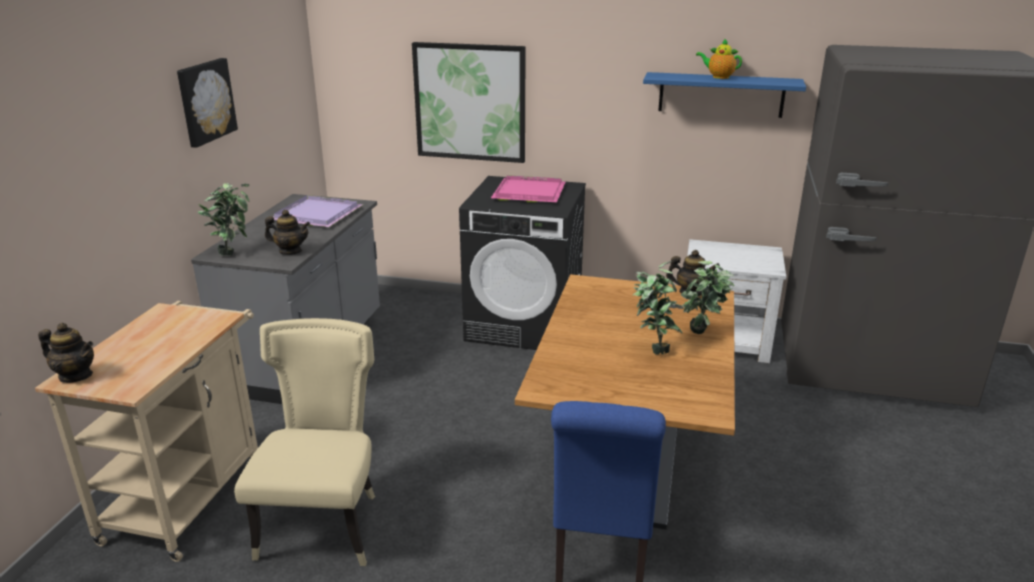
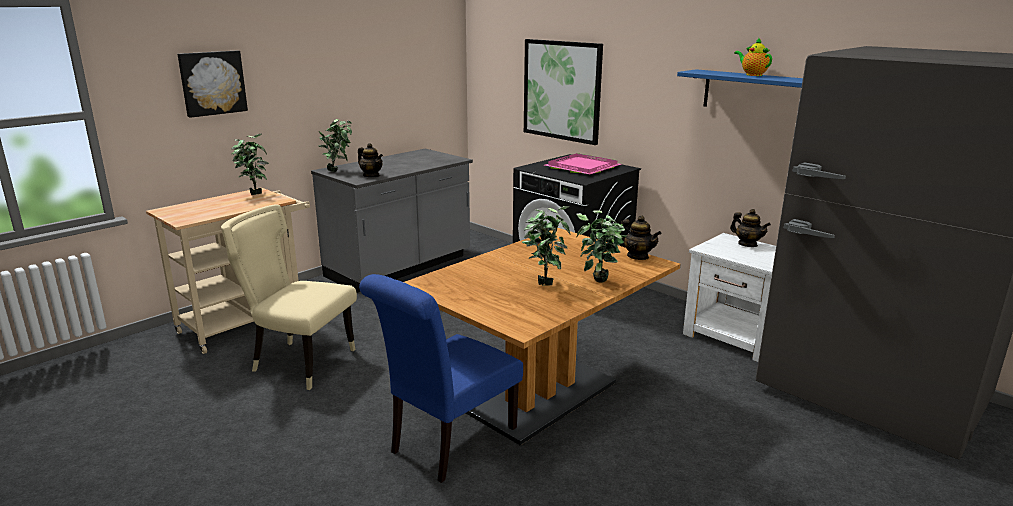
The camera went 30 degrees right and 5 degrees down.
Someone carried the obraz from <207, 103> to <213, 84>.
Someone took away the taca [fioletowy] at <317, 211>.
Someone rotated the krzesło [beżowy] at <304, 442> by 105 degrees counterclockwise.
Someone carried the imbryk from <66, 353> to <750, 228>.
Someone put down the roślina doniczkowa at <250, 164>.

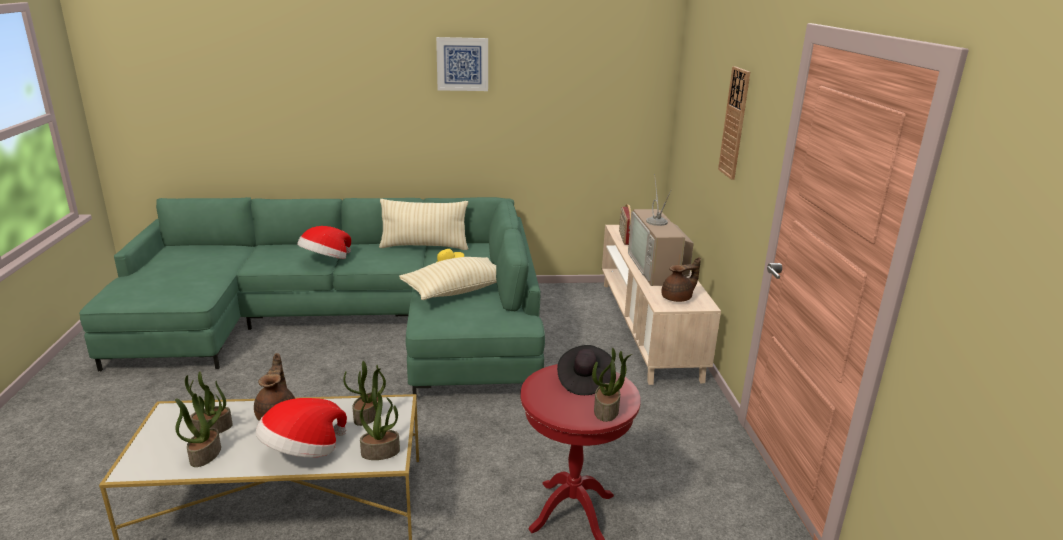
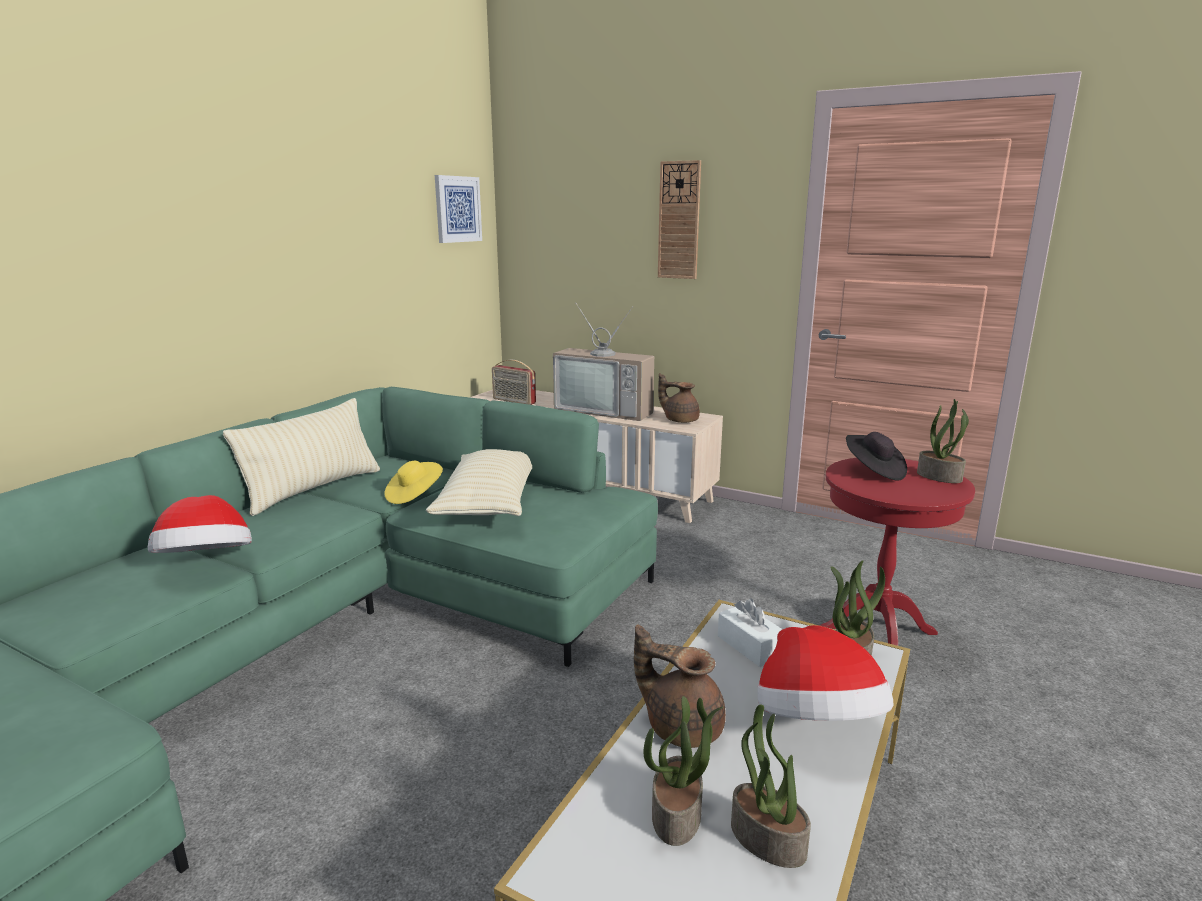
The camera went 55 degrees left and 5 degrees down.
Someone carried the obraz from <462, 64> to <458, 209>.
Someone rotated the imbryk [brązowy] at <681, 279> by 75 degrees counterclockwise.
Someone swapped the roślina doniczkowa at <364, 393> for the pudełko chusteczek [biały] at <750, 632>.

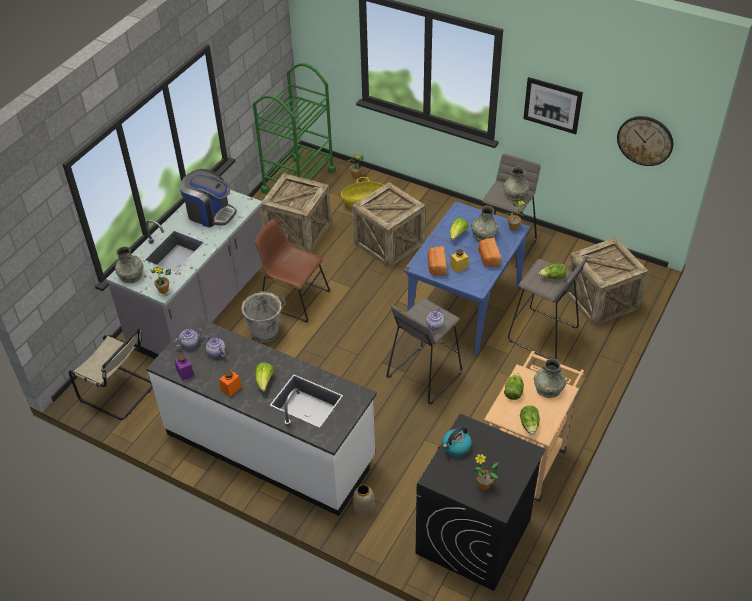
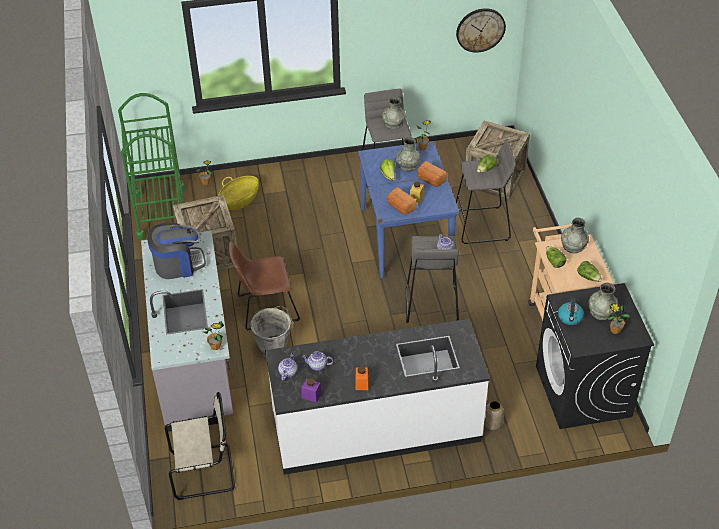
The camera went 40 degrees left and 0 degrees up.
Someone took away the obraz at <553, 105>.
Someone took away the skrzynka at <388, 225>.
Someone carried the wazon [szary] from <129, 264> to <603, 301>.
Someone took away the sałata at <264, 377>.

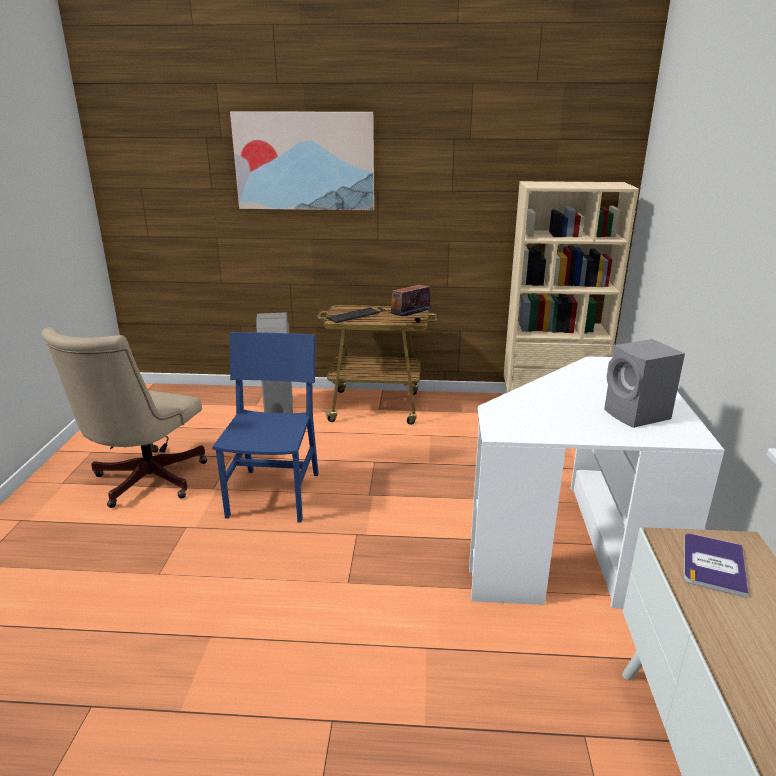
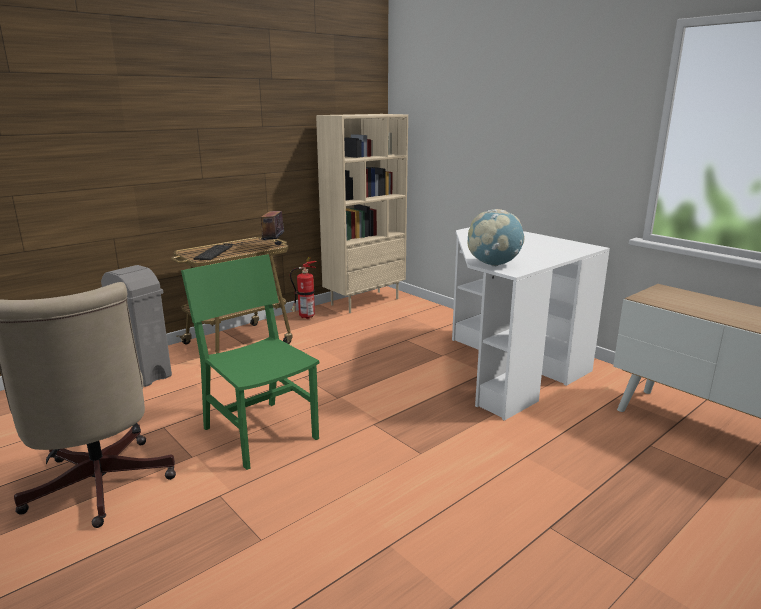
The camera went 45 degrees left and 5 degrees down.
Someone took away the obraz at <302, 161>.
Someone repainted the krzesło [niebieski] at <265, 427>, which became the krzesło [zielony] at <250, 362>.
Someone took away the głośnik [szary] at <644, 383>.
Someone took away the książka at <716, 566>.
Someone put down the globus at <496, 237>.
Someone put down the gaśnica at <303, 288>.

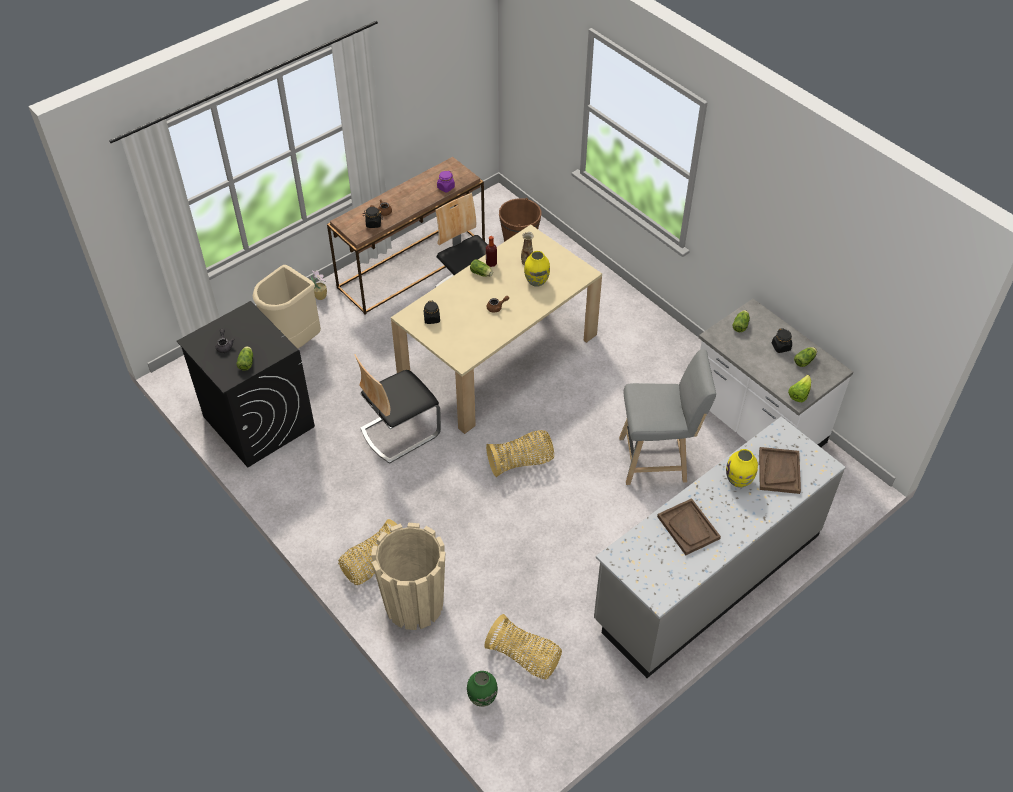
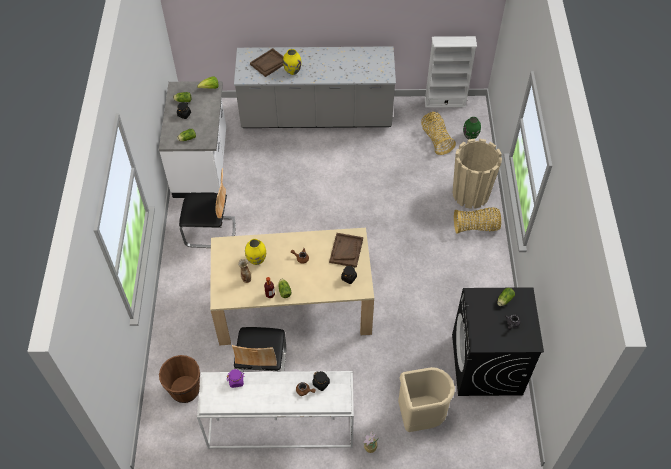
The camera went 140 degrees left and 5 degrees up.
Someone repainted the stolik konsolowy [brązowy] at <406, 235>, which became the stolik konsolowy [biały] at <275, 410>.
Someone took away the stołek [szary] at <667, 417>.
Someone carried the krzesło from <398, 409> to <207, 208>.
Someone took away the koszyk at <520, 453>.
Someone carried the taca [brązowy] from <689, 526> to <346, 250>.
Someone put down the regał [biały] at <451, 72>.

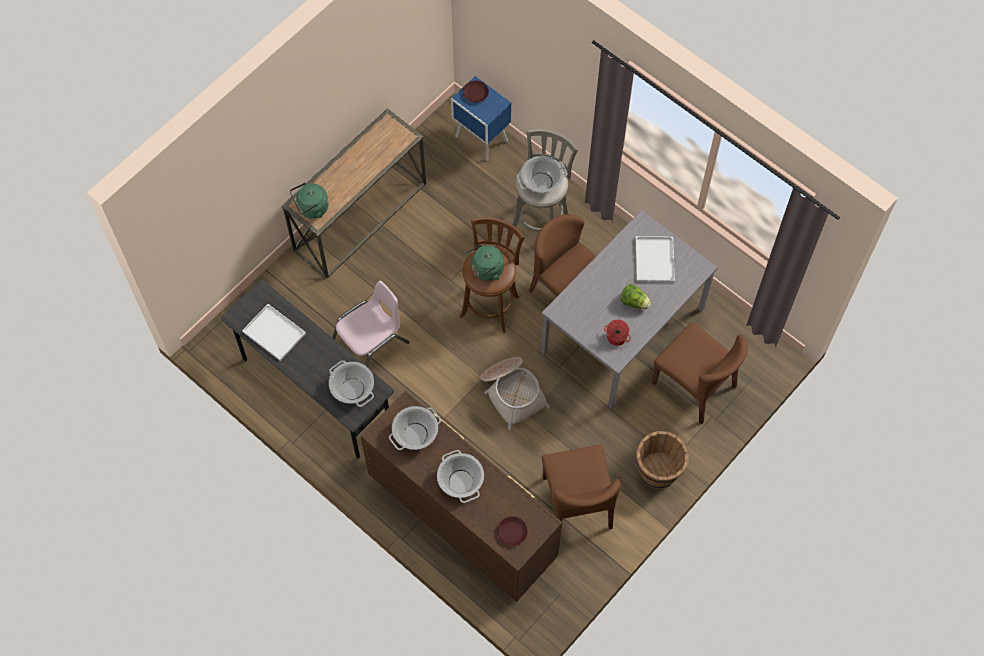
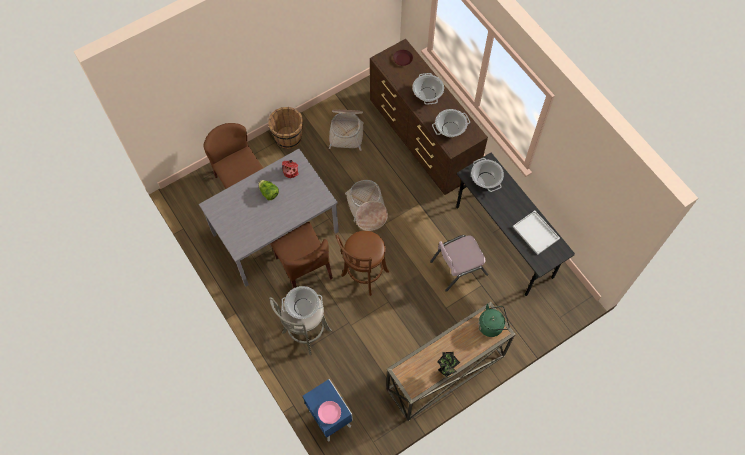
The camera went 165 degrees left and 0 degrees up.
Someone repainted the talerz [brązowy] at <476, 92>, which became the talerz [różowy] at <329, 412>.
Someone took away the taca [biały] at <655, 259>.
Someone took away the czajnik [zielony] at <485, 262>.
Someone swapped the krzesło [brązowy] at <581, 487> for the koszyk at <346, 130>.
Someone put down the roślina doniczkowa at <448, 365>.

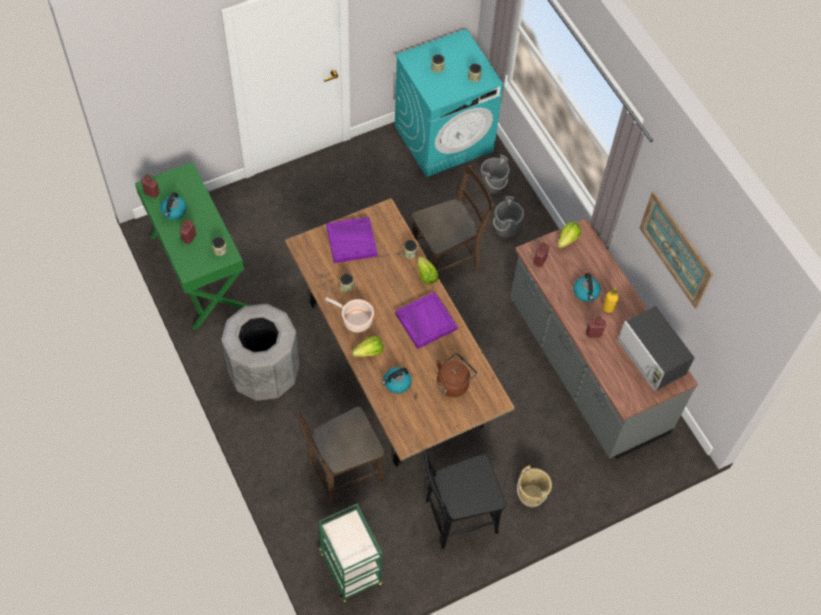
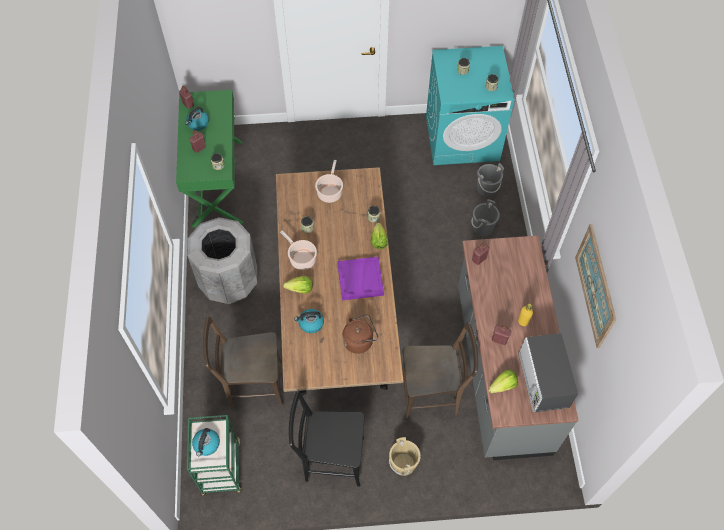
The camera went 25 degrees right and 0 degrees up.
Someone carried the krzesło [brązowy] from <453, 219> to <440, 371>.
Someone swapped the taca [fioletowy] at <352, 240> for the garnek at <329, 181>.
Someone carried the sałata from <569, 235> to <503, 381>.
Someone carried the czajnik from <587, 287> to <206, 442>.

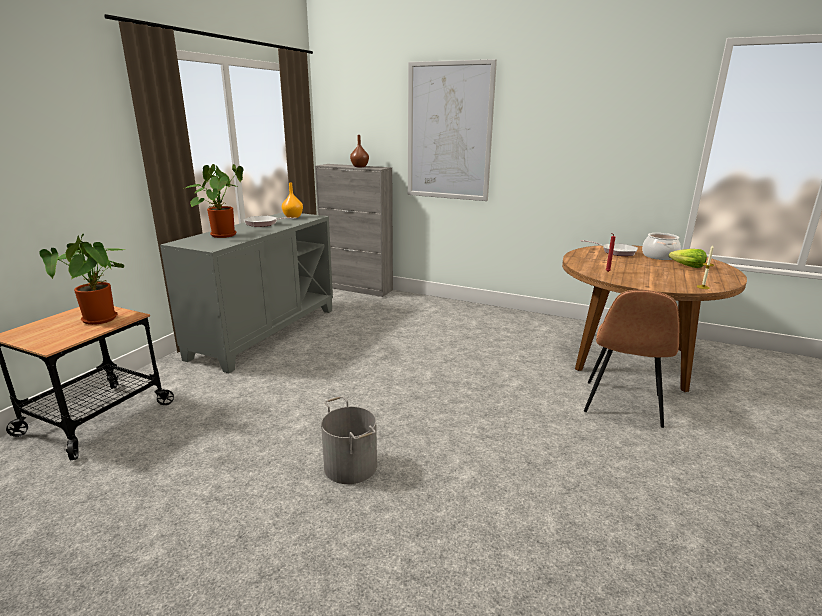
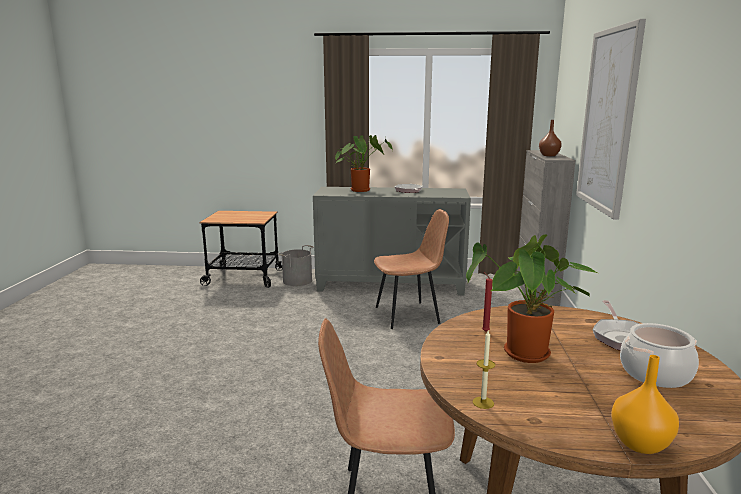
The camera went 70 degrees right and 5 degrees down.
Someone carried the wazon [pomarańczowy] from <292, 200> to <645, 404>.
Someone carried the roślina doniczkowa from <81, 279> to <531, 298>.
Someone took away the sałata at <688, 258>.
Someone carried the wiadro [szary] from <349, 440> to <296, 265>.
Someone put down the krzesło [brązowy] at <411, 269>.

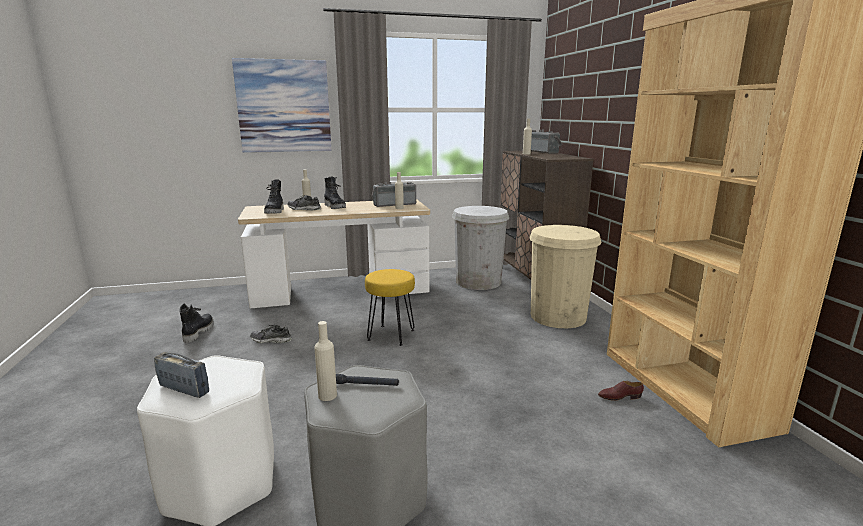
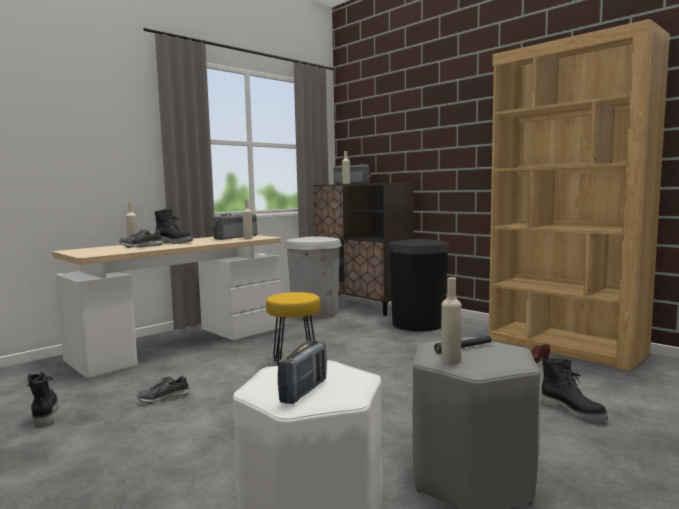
The camera went 30 degrees left and 10 degrees down.
Someone took away the obraz at <282, 105>.
Someone carried the but z cholewką [czarny] from <274, 196> to <574, 389>.
Someone repainted the kosz na śmieci [beżowy] at <565, 276>, which became the kosz na śmieci [czarny] at <418, 285>.
Someone rotated the radio at <181, 375> by 120 degrees clockwise.

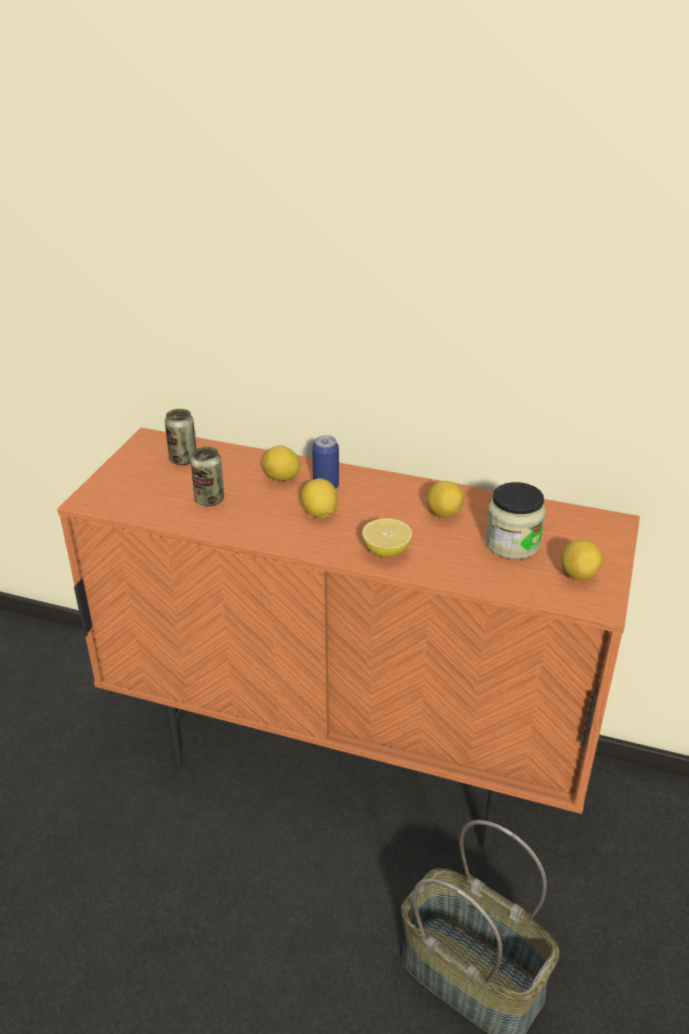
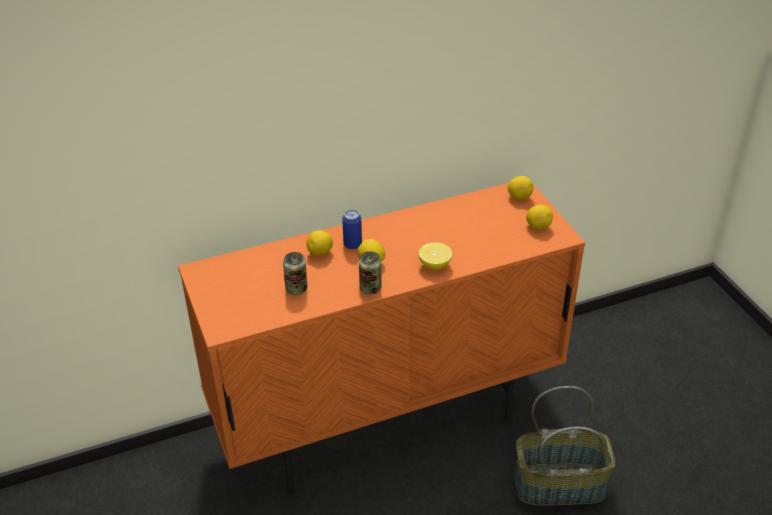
The camera went 40 degrees left and 5 degrees up.
Someone carried the puszka from <180, 437> to <370, 272>.
Someone carried the cytryna from <445, 499> to <520, 188>.
Someone took away the słoik at <515, 520>.

